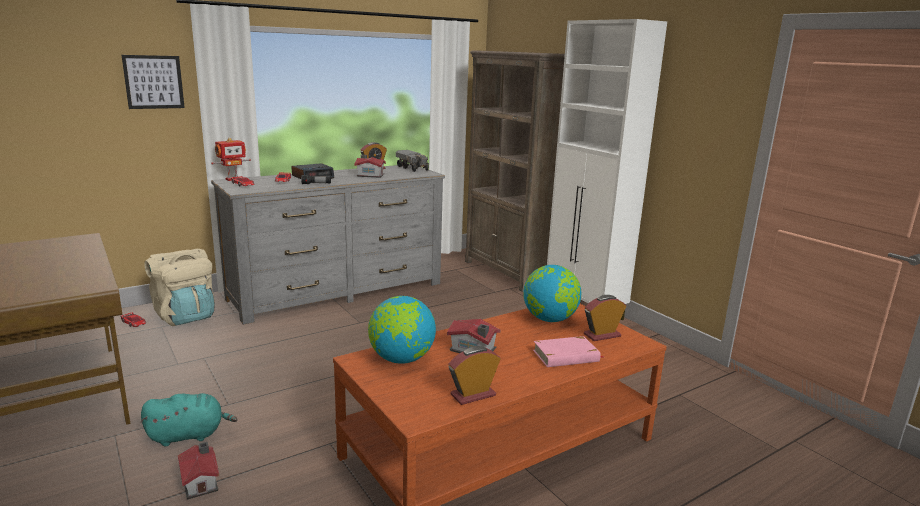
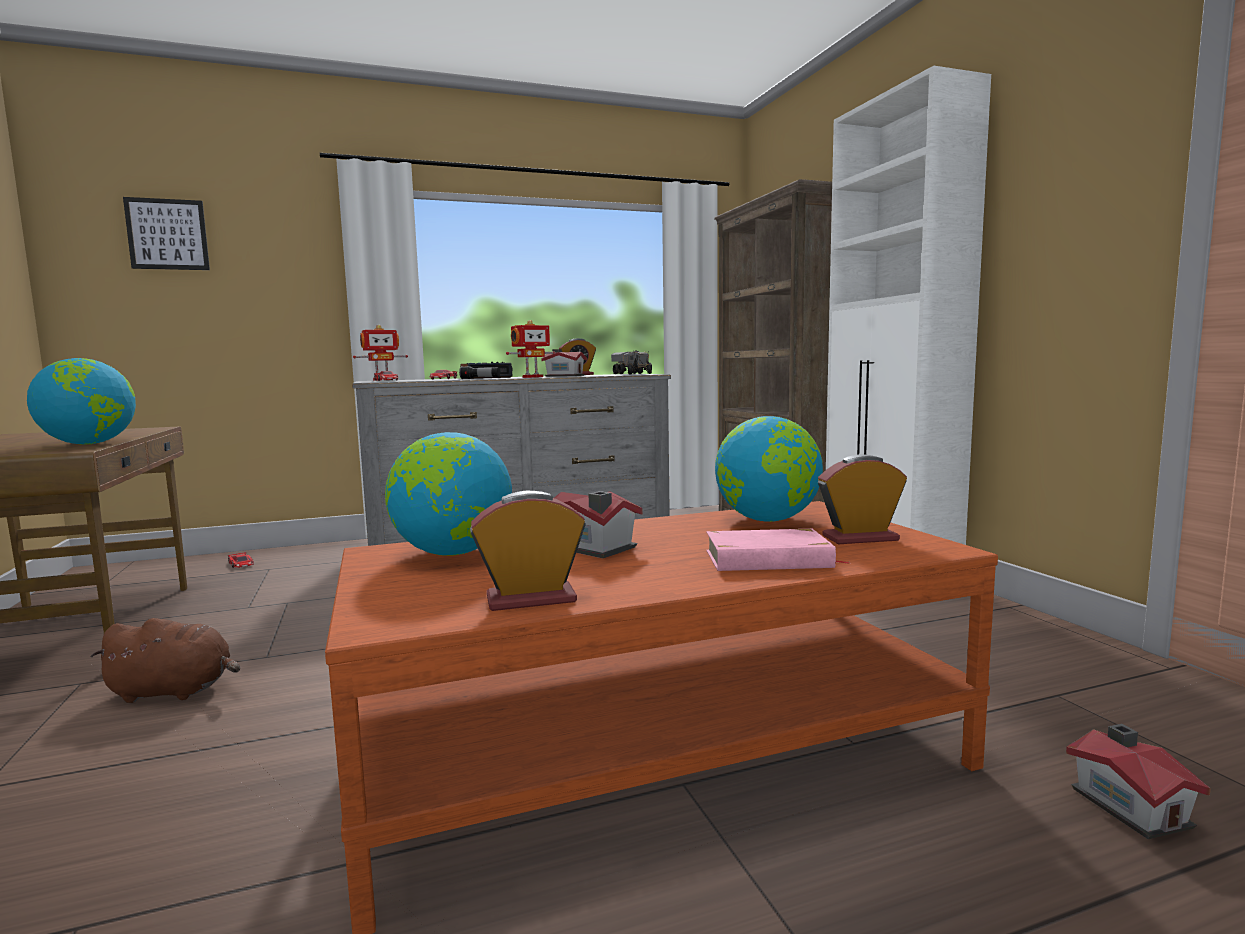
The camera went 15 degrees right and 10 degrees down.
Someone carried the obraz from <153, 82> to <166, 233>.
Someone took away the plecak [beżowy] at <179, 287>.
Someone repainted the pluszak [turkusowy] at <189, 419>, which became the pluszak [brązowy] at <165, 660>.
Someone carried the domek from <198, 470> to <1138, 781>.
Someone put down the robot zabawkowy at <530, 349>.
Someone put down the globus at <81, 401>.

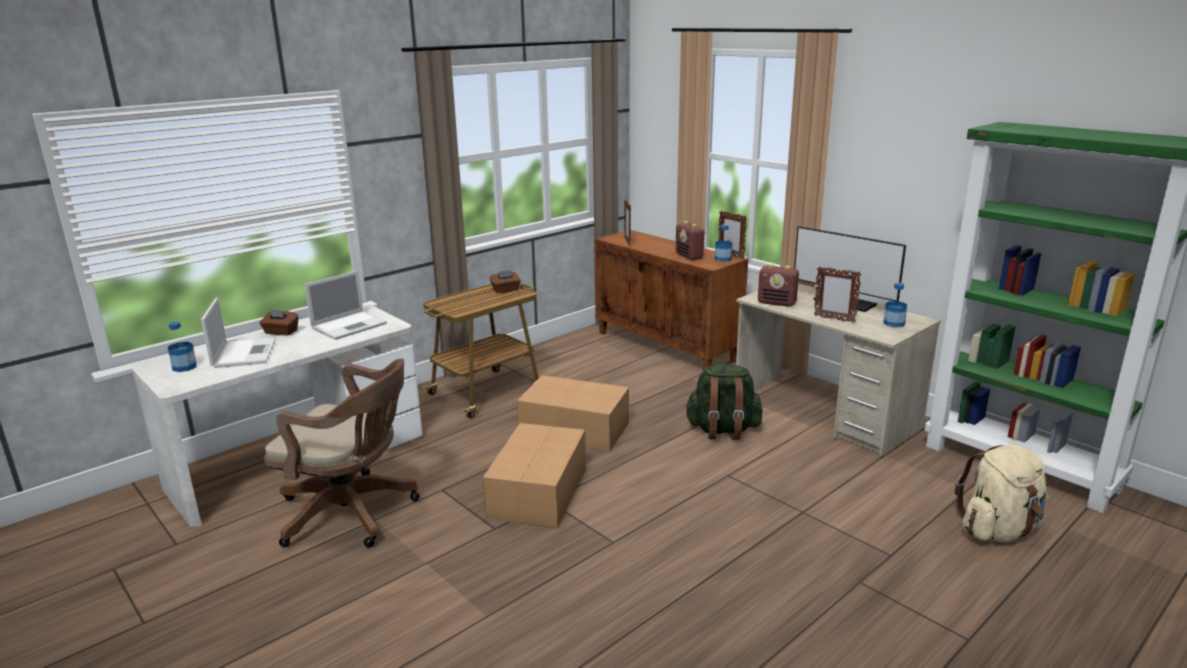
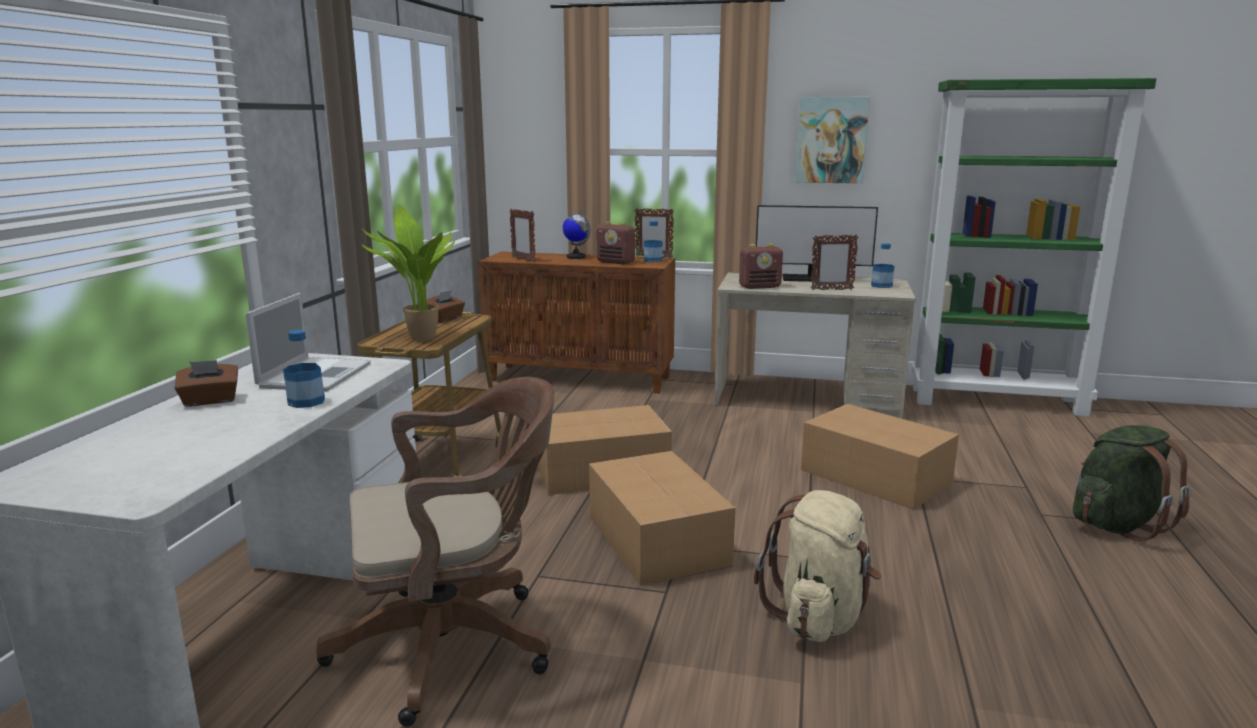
The camera went 35 degrees left and 5 degrees down.
Someone took away the laptop at <238, 333>.
Someone carried the butelka from <182, 347> to <304, 369>.
Someone carried the plecak [zielony] from <723, 402> to <1131, 483>.
Someone carried the plecak [beżowy] from <1000, 493> to <818, 566>.
Someone put up the obraz at <832, 140>.
Someone put down the roślina doniczkowa at <408, 273>.
Someone put down the globus at <576, 235>.
Someone put down the karton at <880, 457>.

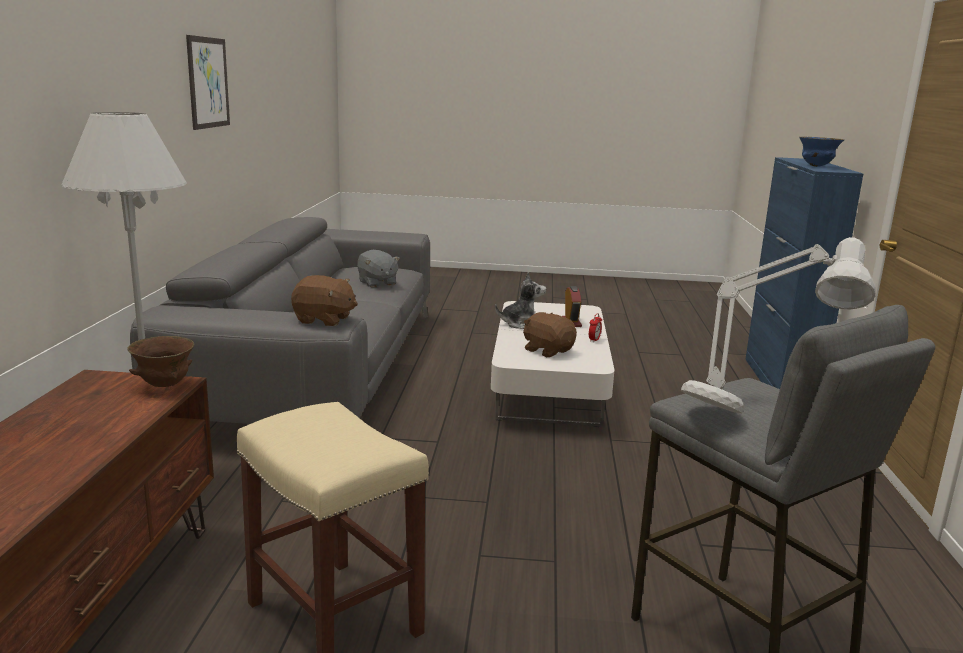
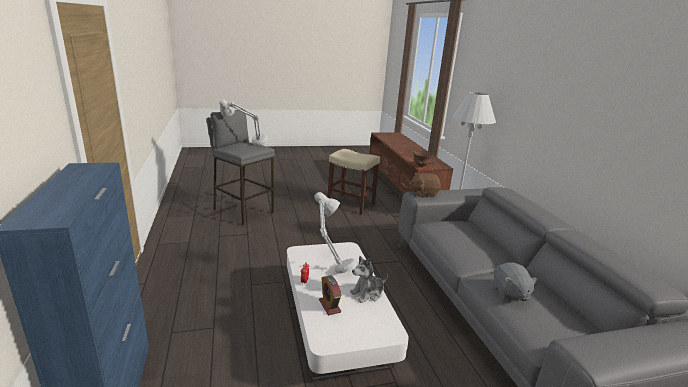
The camera went 160 degrees right and 5 degrees up.
Someone took away the obraz at <208, 82>.
Someone took away the miska [niebieski] at <821, 152>.
Someone rotated the pluszak [szary] at <378, 268> by 135 degrees counterclockwise.
Someone swapped the pluszak [brązowy] at <550, 334> for the lampa stołowa [szary] at <336, 233>.

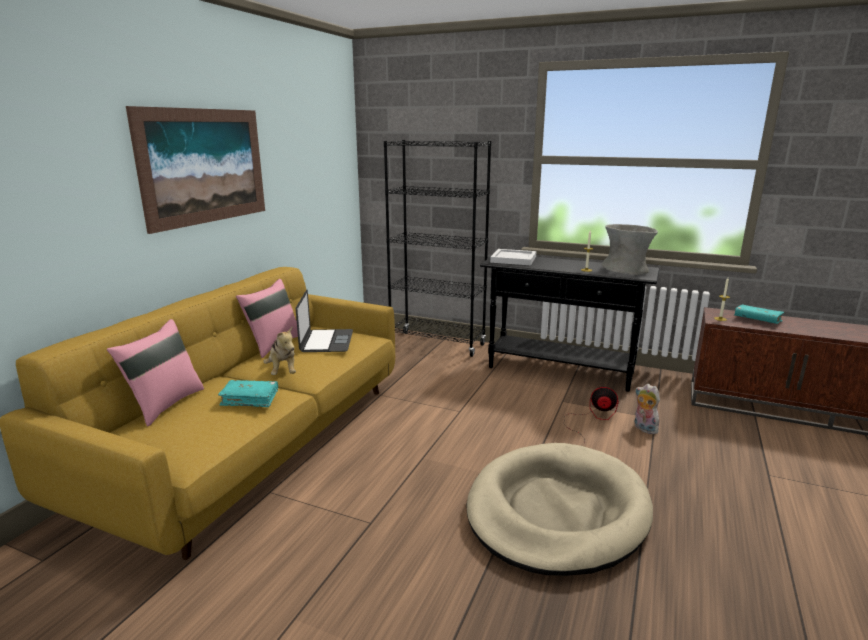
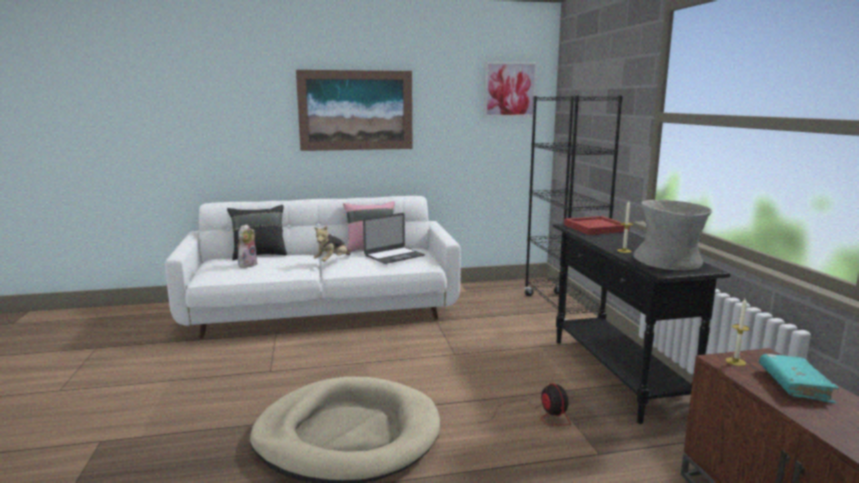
The camera went 55 degrees right and 5 degrees down.
Someone repainted the taca [biały] at <513, 257>, which became the taca [czerwony] at <597, 225>.
Someone repainted the kanapa [żółty] at <197, 413>, which became the kanapa [biały] at <313, 267>.
Someone repainted the poduszka [różowy] at <155, 372>, which became the poduszka [czarny] at <257, 232>.
Someone took away the książka [turkusowy] at <248, 393>.
Someone carried the pluszak from <647, 409> to <247, 246>.
Someone put up the obraz at <511, 89>.

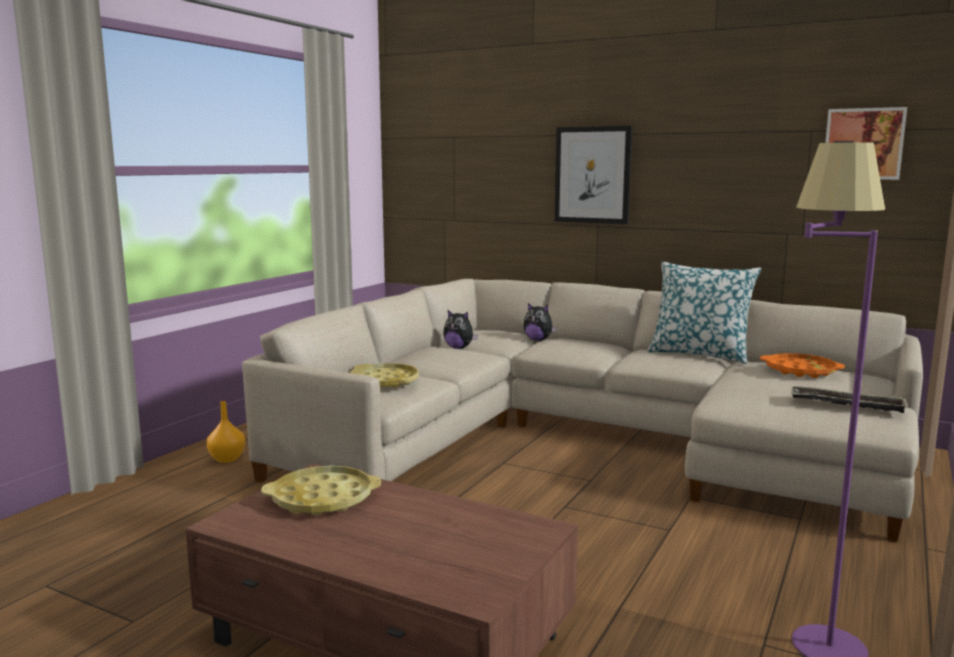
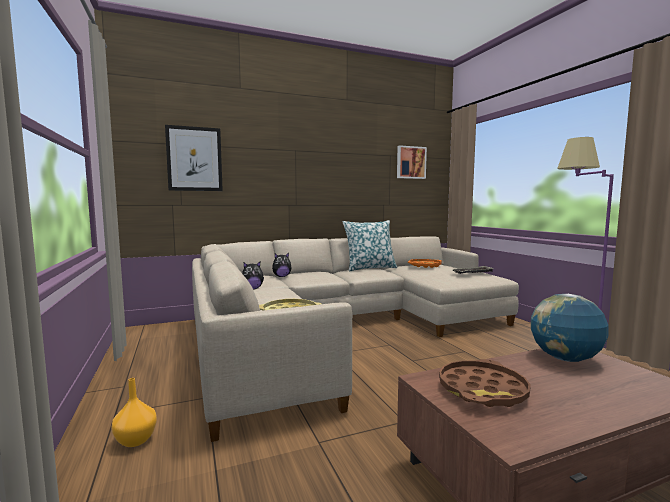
The camera went 50 degrees left and 5 degrees down.
Someone carried the obraz from <593, 175> to <194, 158>.
Someone repainted the taca [żółty] at <321, 490>, which became the taca [brązowy] at <485, 383>.
Someone put down the globus at <570, 328>.

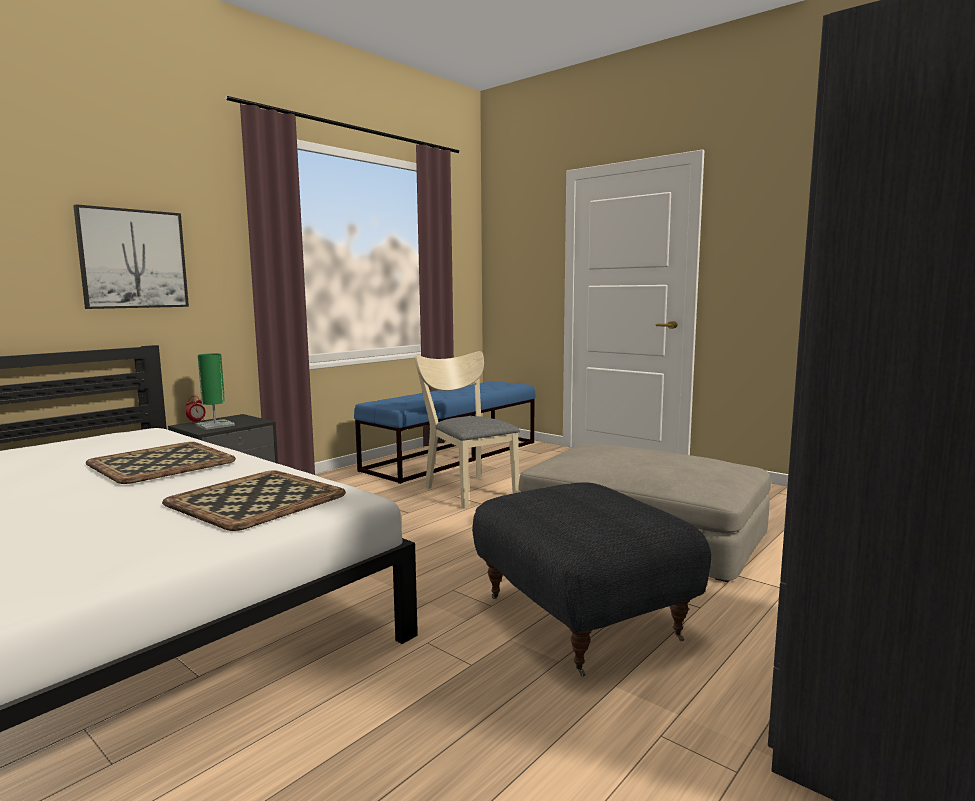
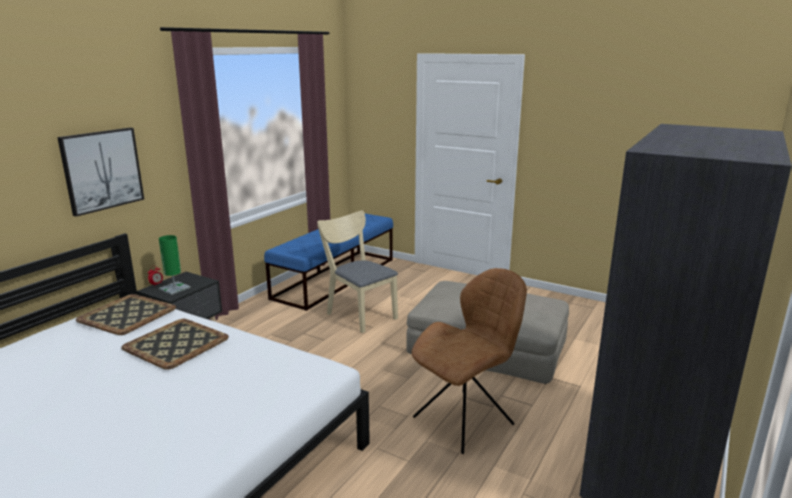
The camera went 10 degrees left and 10 degrees up.
Someone carried the taca from <254, 501> to <126, 314>.
Someone swapped the pufa [szary] at <591, 579> for the krzesło [brązowy] at <469, 361>.

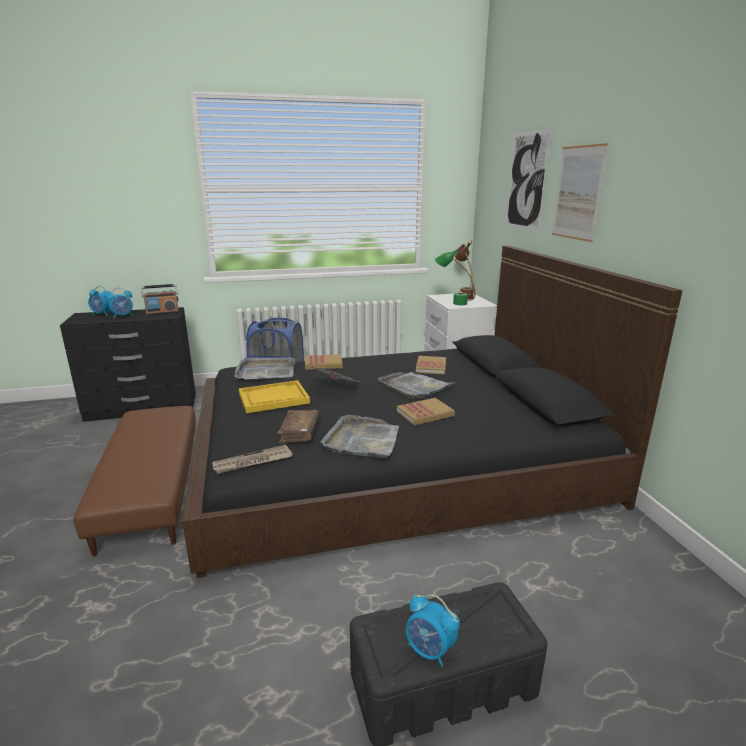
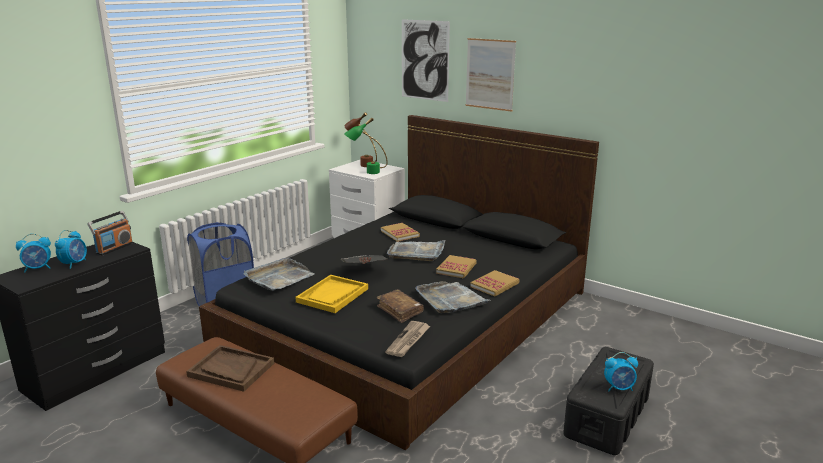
The camera went 40 degrees left and 0 degrees up.
Someone carried the książka from <324, 362> to <495, 283>.
Someone put down the taca [brązowy] at <230, 368>.

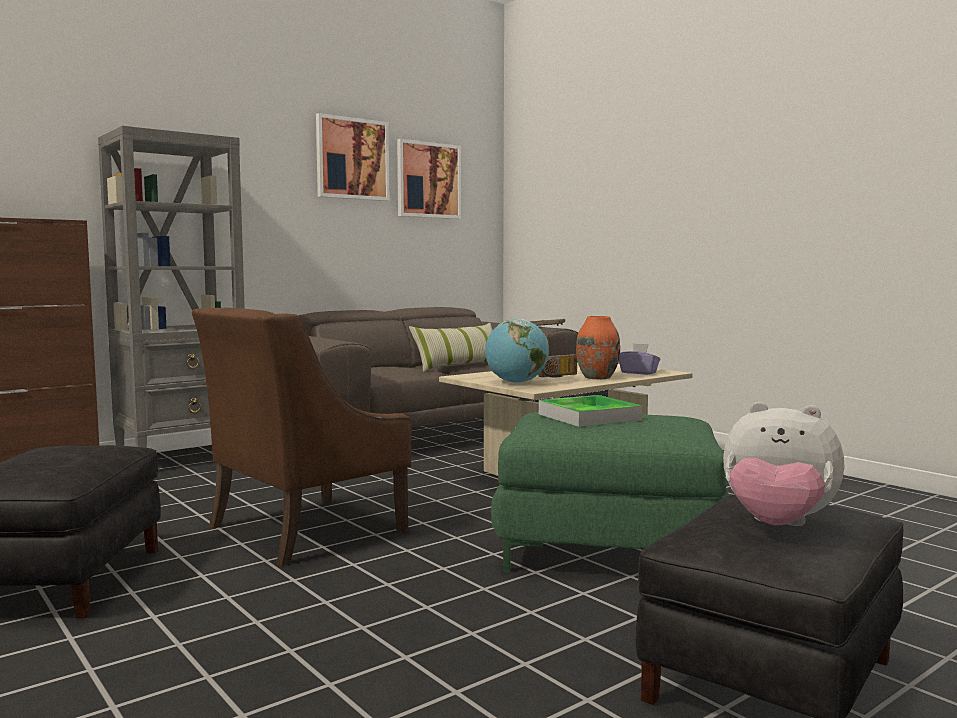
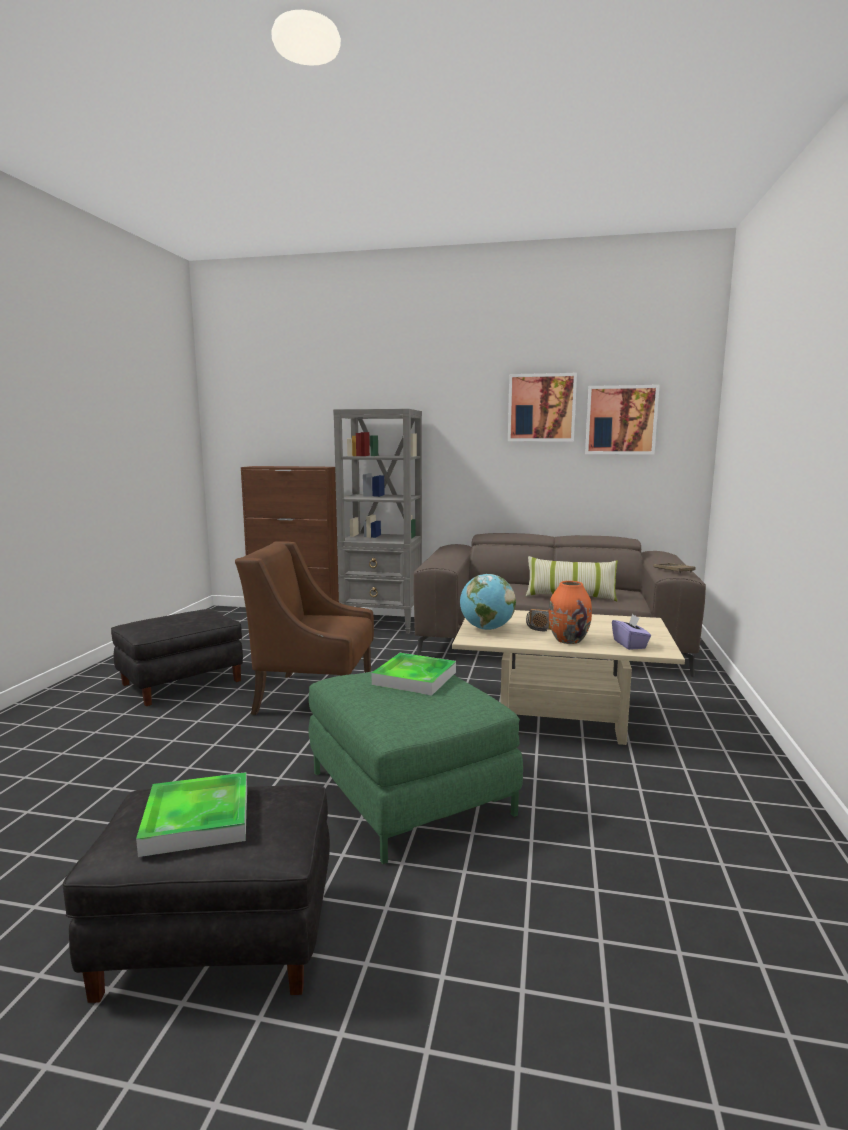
The camera went 50 degrees right and 5 degrees up.
Someone swapped the pluszak at <783, 464> for the taca at <191, 814>.

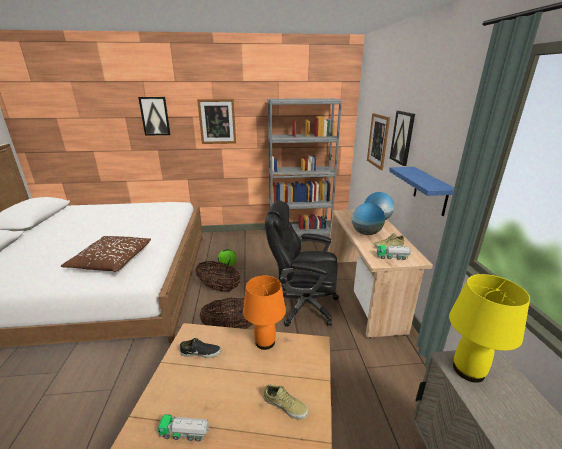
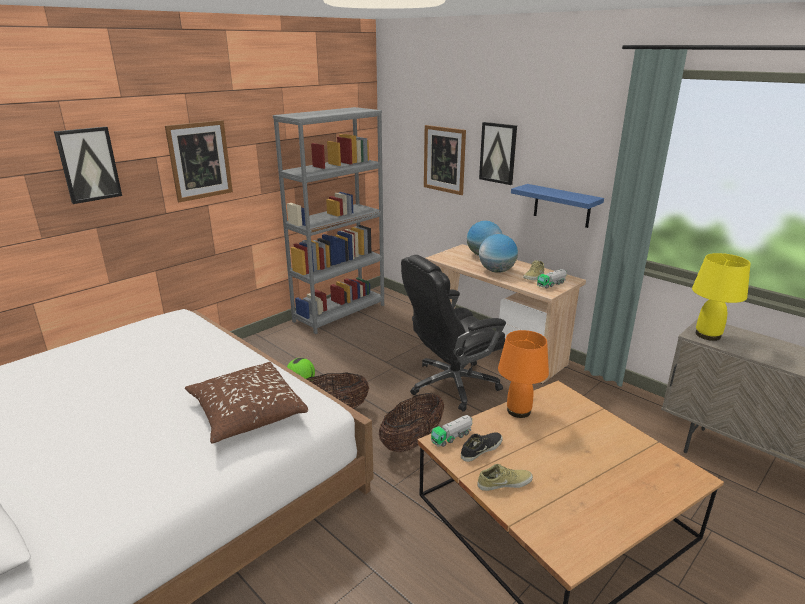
The camera went 40 degrees left and 0 degrees up.
Someone carried the but [beżowy] from <286, 402> to <505, 477>.
Someone carried the ciężarówka zabawkowa from <183, 428> to <452, 431>.

